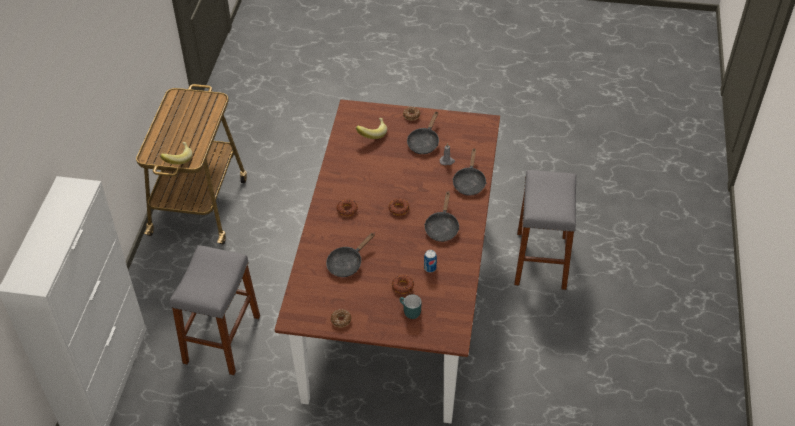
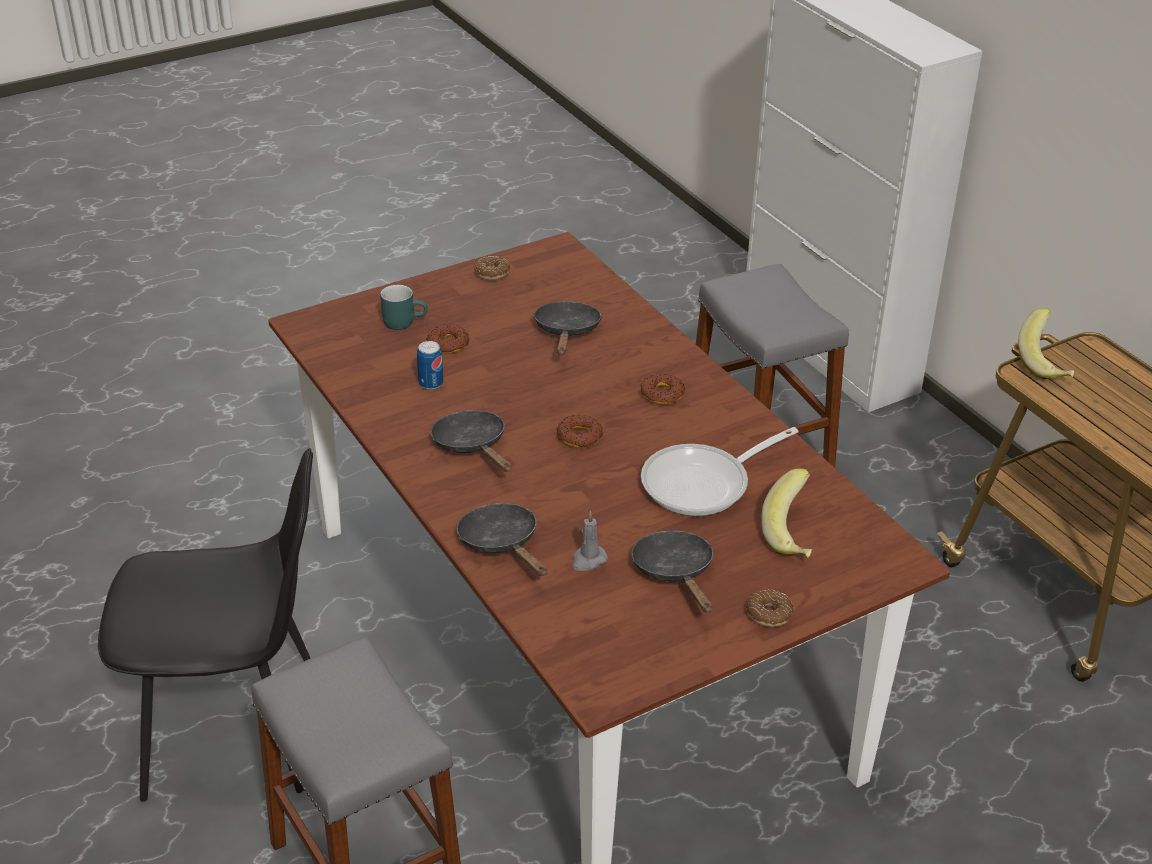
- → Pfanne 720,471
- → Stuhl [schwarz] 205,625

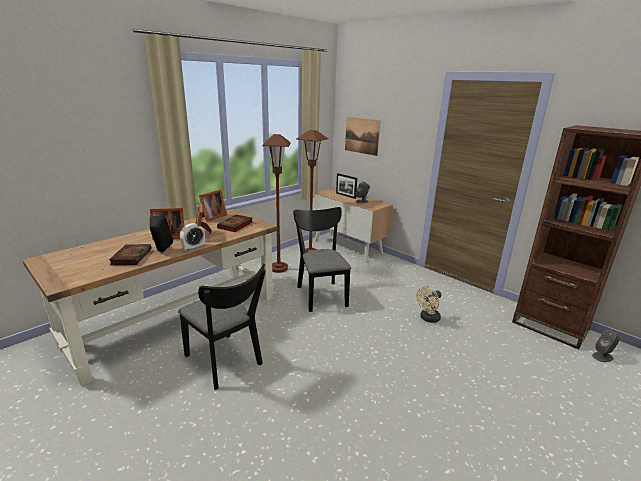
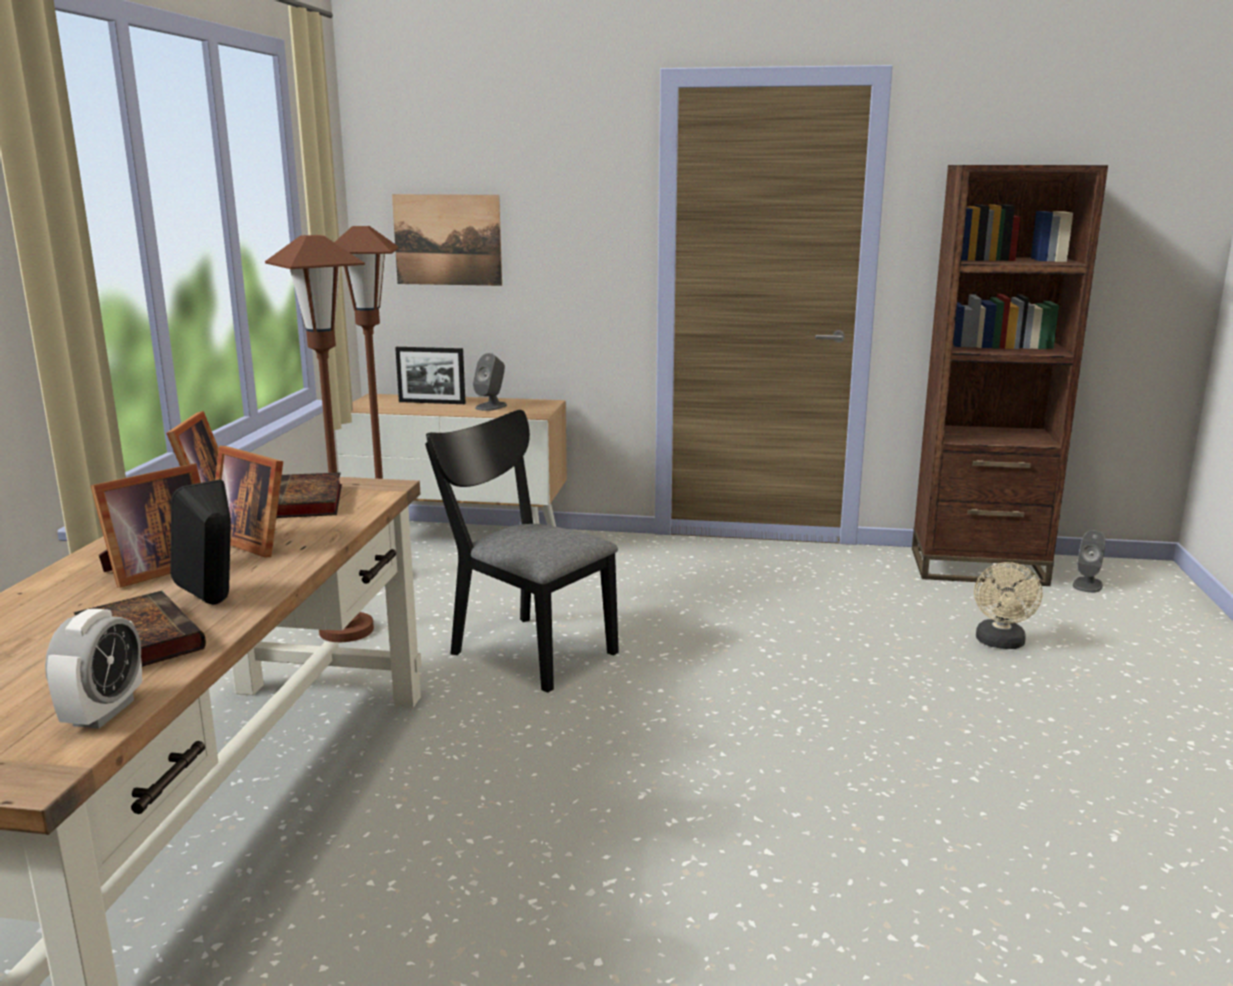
Wecker 192,237 → Wecker 93,669, moved
Stuhl [schwarz] 222,327 → -
Ventilator [beige] 428,304 → Ventilator [beige] 1008,605, moved

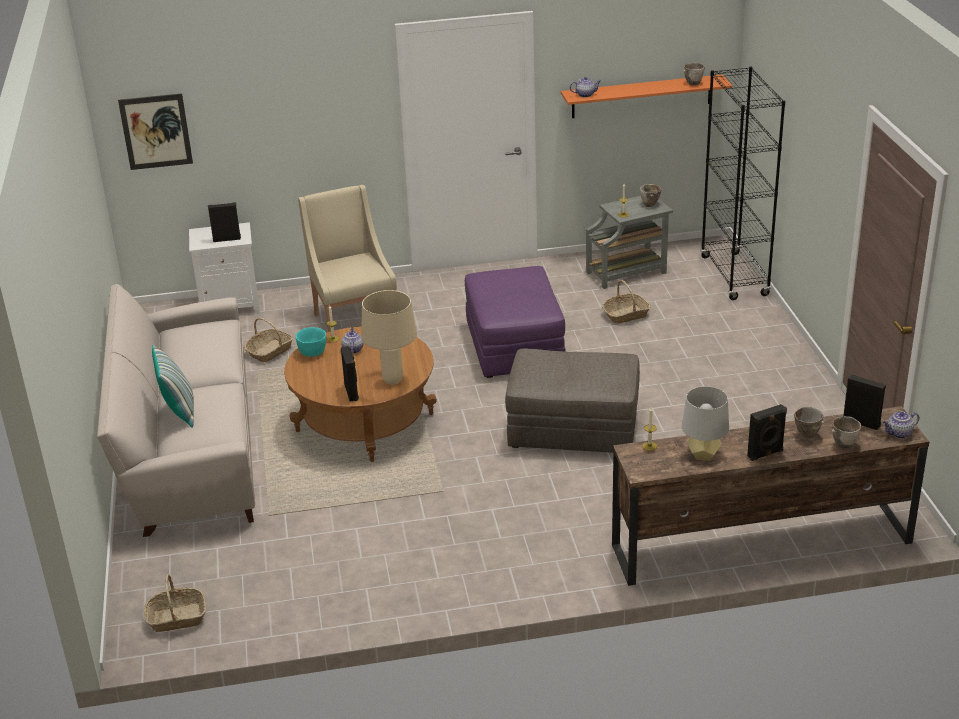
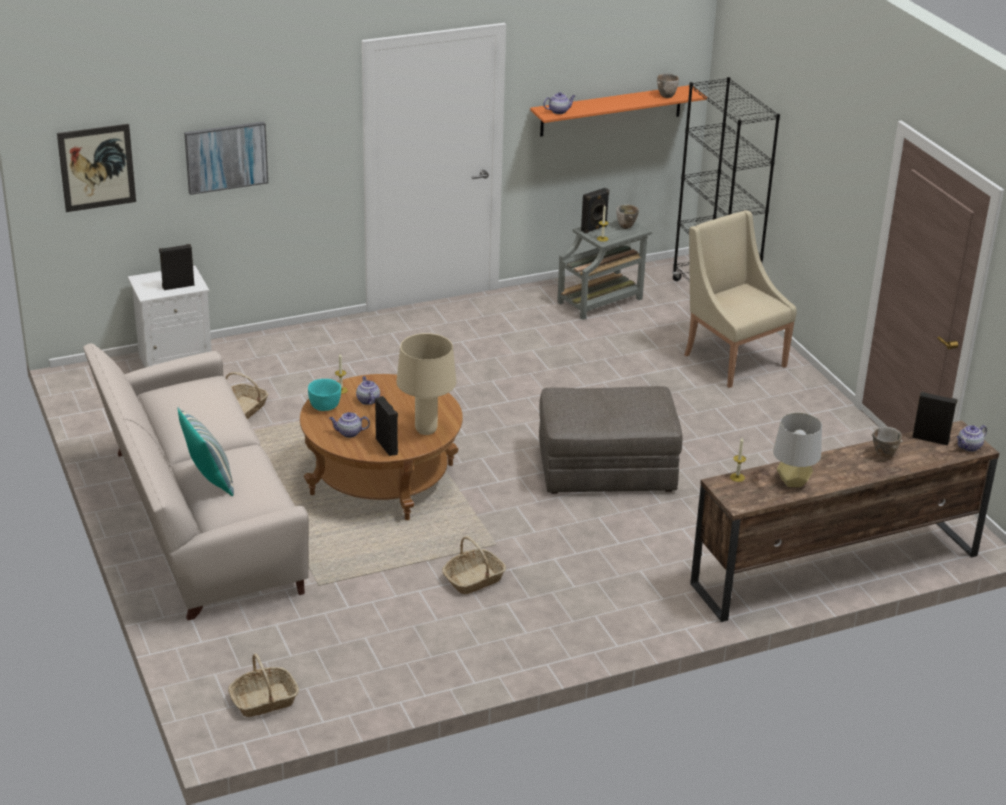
Sessel [beige] 347,258 → Sessel [beige] 740,299, moved
Polsterhocker [lila] 515,322 → -
Korb 626,302 → Korb 474,565, moved
Lautsprecher [schwarz] 767,432 → Lautsprecher [schwarz] 595,210, moved
Schüssel 846,432 → -
- → Bild 226,158
- → Teekanne 349,425

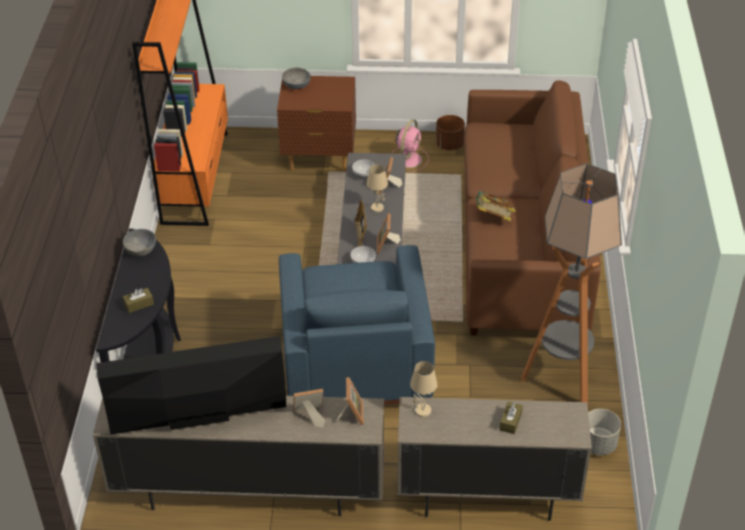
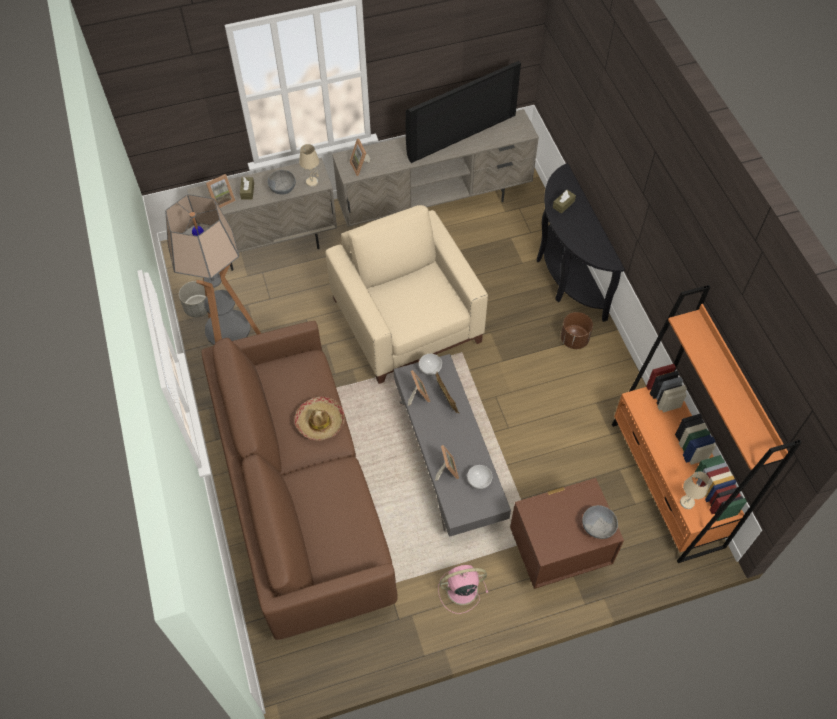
Pflanzkübel [braun] 450,132 → Pflanzkübel [braun] 577,330, moved
Ventilator [rosa] 410,145 → Ventilator [rosa] 463,589, 75 degrees clockwise
Tischlampe [beige] 377,188 → Tischlampe [beige] 694,490, moved
Buch 494,206 → Hut 319,419
Schüssel [grau] 139,243 → Schüssel [grau] 282,182, moved
Sessel [blau] 357,325 → Sessel [beige] 406,294
Bilderrahmen 309,408 → Bilderrahmen 221,191, moved

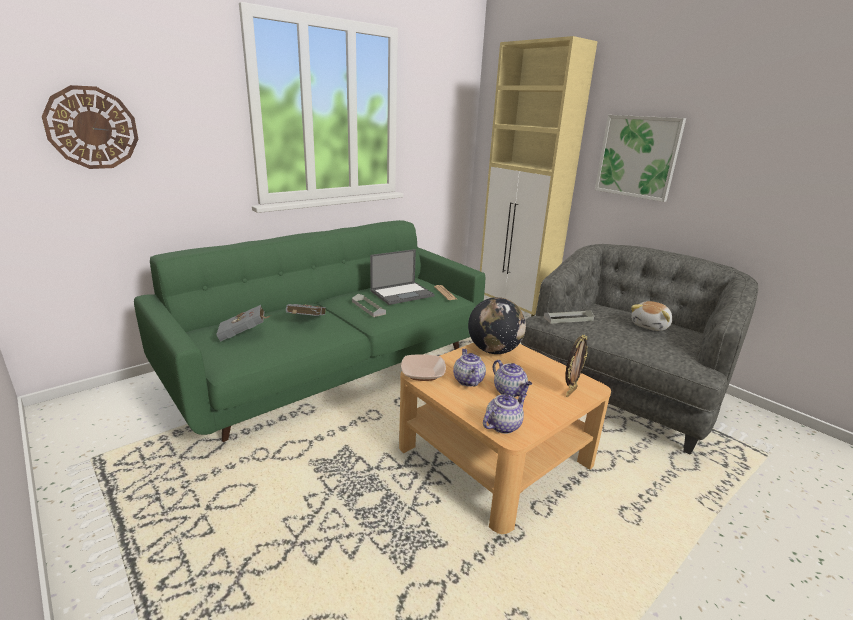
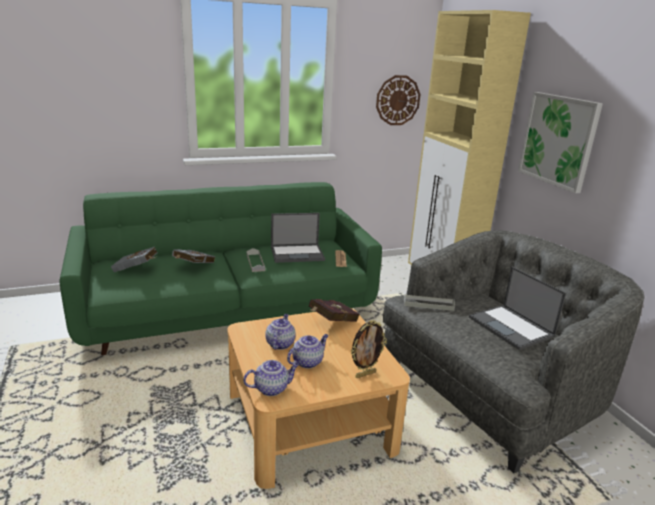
Wanduhr 90,127 → Wanduhr 398,100, moved
Globus 497,325 → Buch [rot] 334,310
Plüschtier 651,316 → Laptop 517,308
Schüssel 423,367 → -
Teekanne 512,378 → Teekanne 308,351, 120 degrees counterclockwise

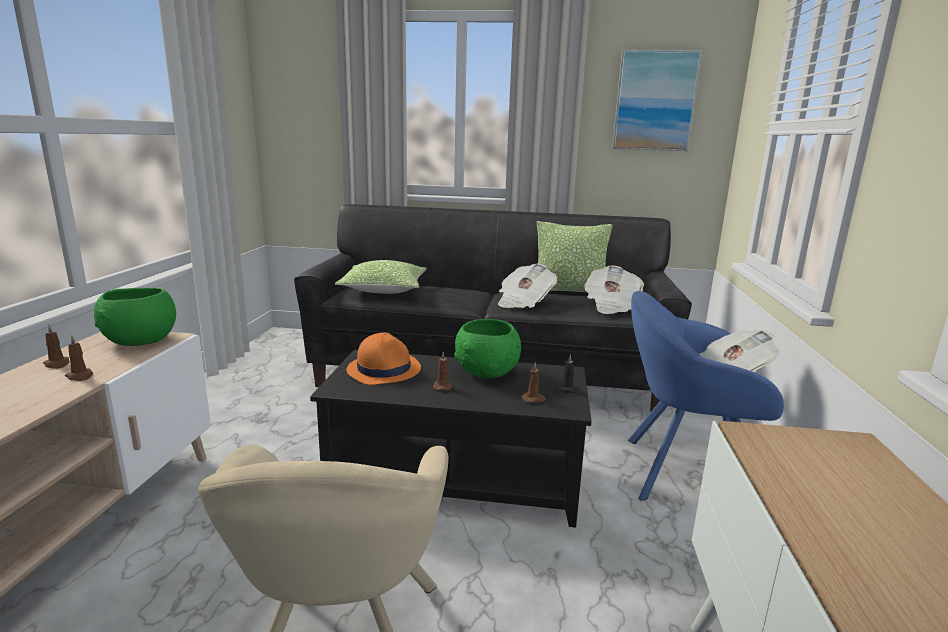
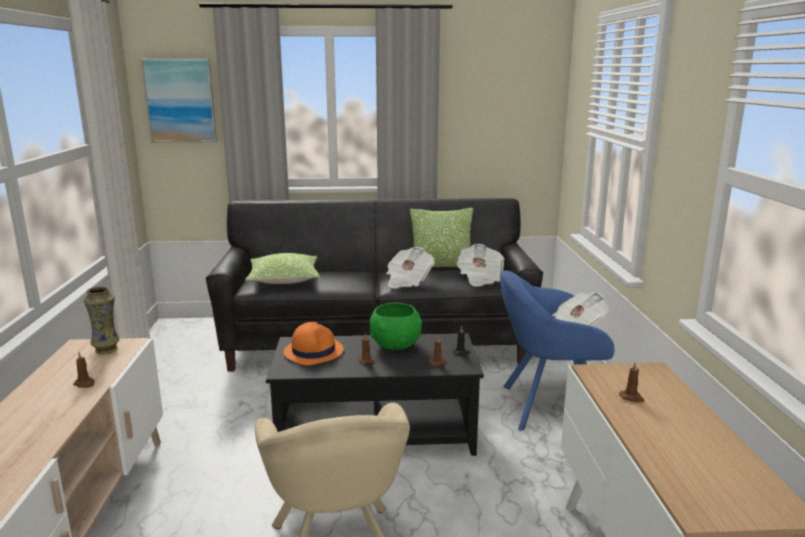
Bild 657,100 → Bild 179,100, moved
Schüssel [grün] 135,317 → Vase 101,320
Kerze [braun] 56,347 → Kerze [braun] 632,381, moved

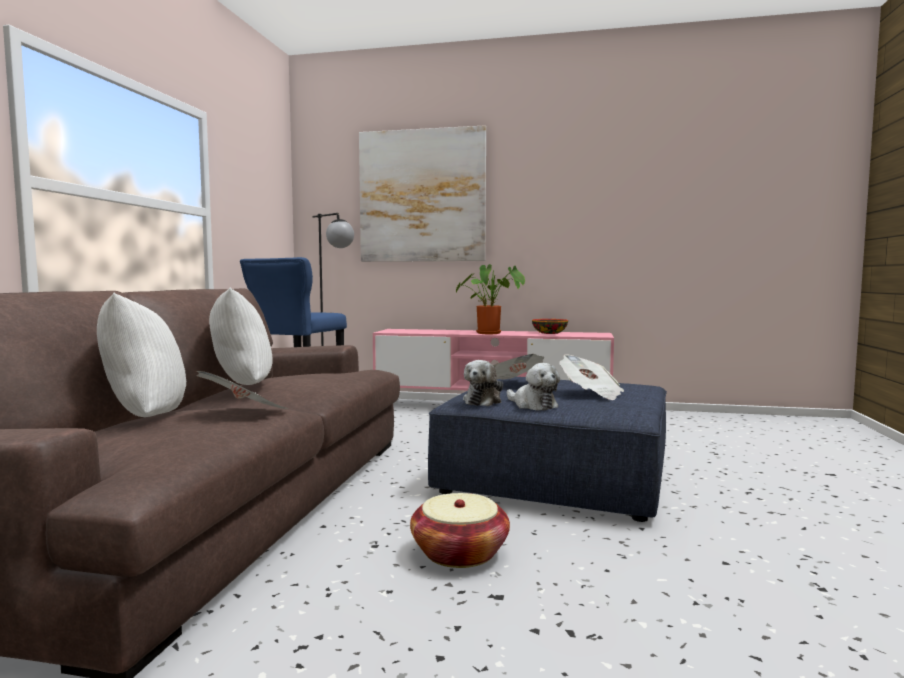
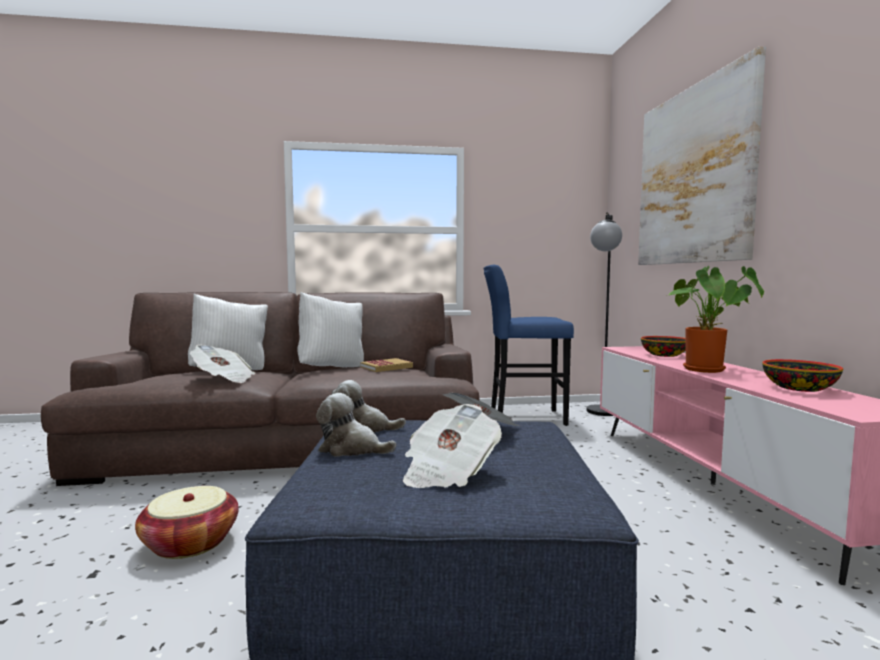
Plüschtier 533,386 → Plüschtier 356,425, 75 degrees clockwise
- → Schüssel 663,346
- → Buch 387,365

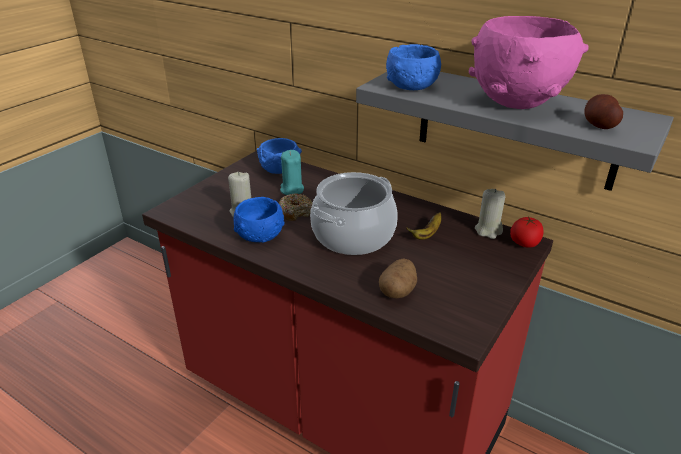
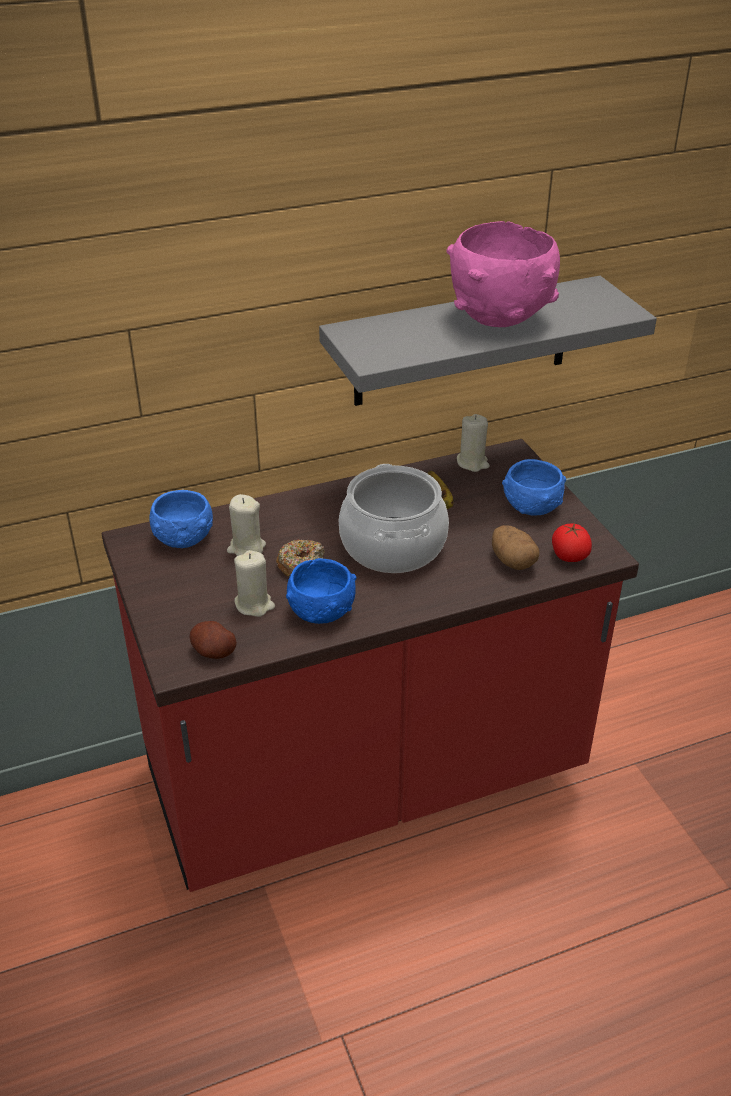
Schüssel [blau] 413,67 → Schüssel [blau] 534,487, moved
Kartoffel 603,111 → Kartoffel 213,640, moved
Kerze [türkis] 292,172 → Kerze [beige] 246,525
Tomate 527,232 → Tomate 572,542, moved

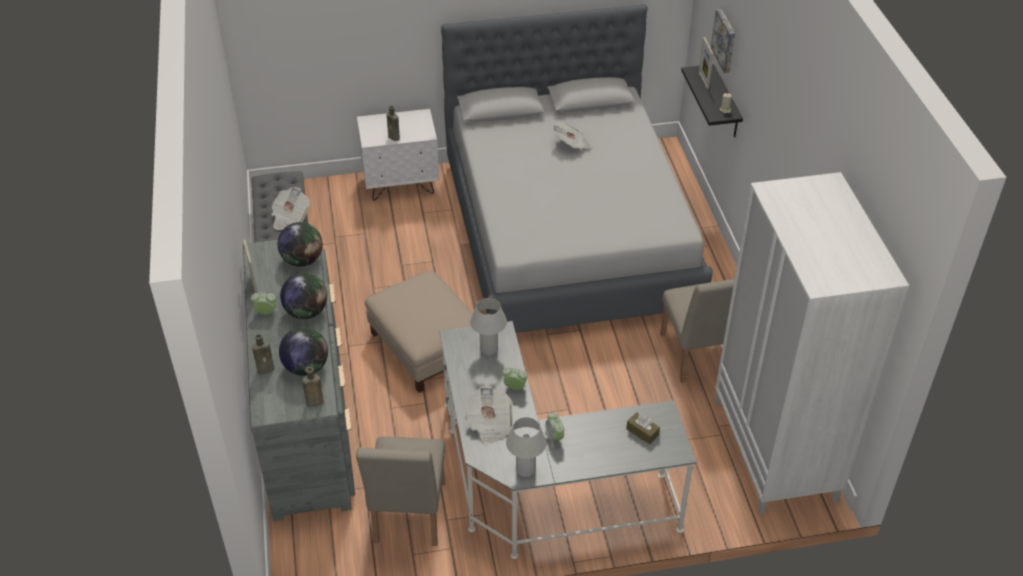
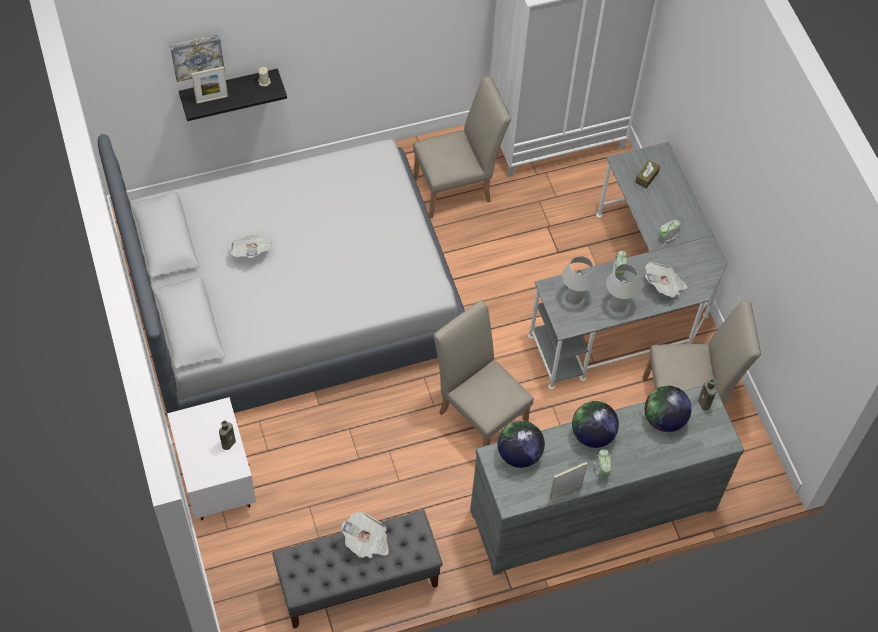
Polsterhocker [beige] 419,331 → Stuhl [beige] 484,373
Flasche [braun] 263,354 → -
Tischlampe [weiß] 526,447 → Tischlampe [weiß] 623,287, moved

